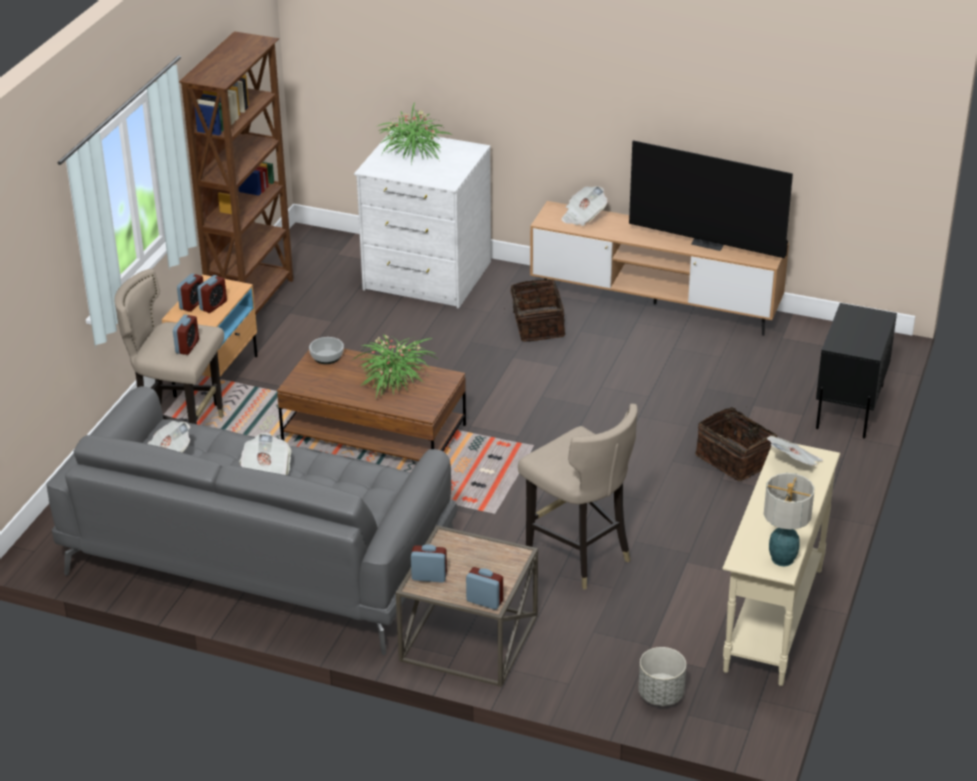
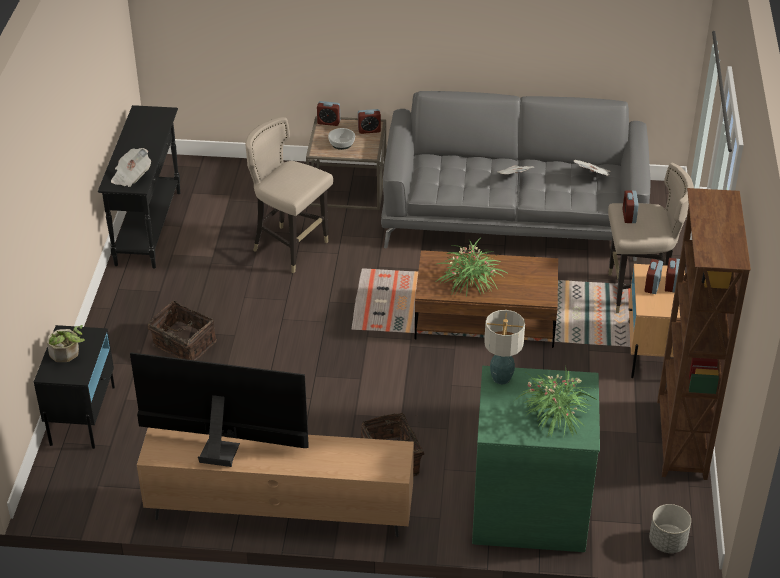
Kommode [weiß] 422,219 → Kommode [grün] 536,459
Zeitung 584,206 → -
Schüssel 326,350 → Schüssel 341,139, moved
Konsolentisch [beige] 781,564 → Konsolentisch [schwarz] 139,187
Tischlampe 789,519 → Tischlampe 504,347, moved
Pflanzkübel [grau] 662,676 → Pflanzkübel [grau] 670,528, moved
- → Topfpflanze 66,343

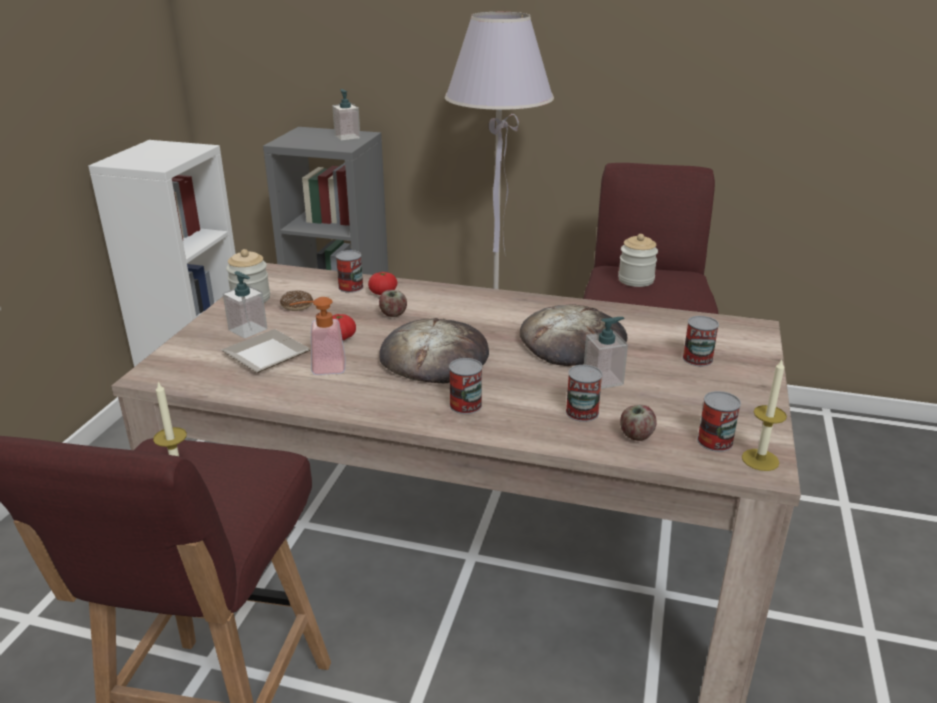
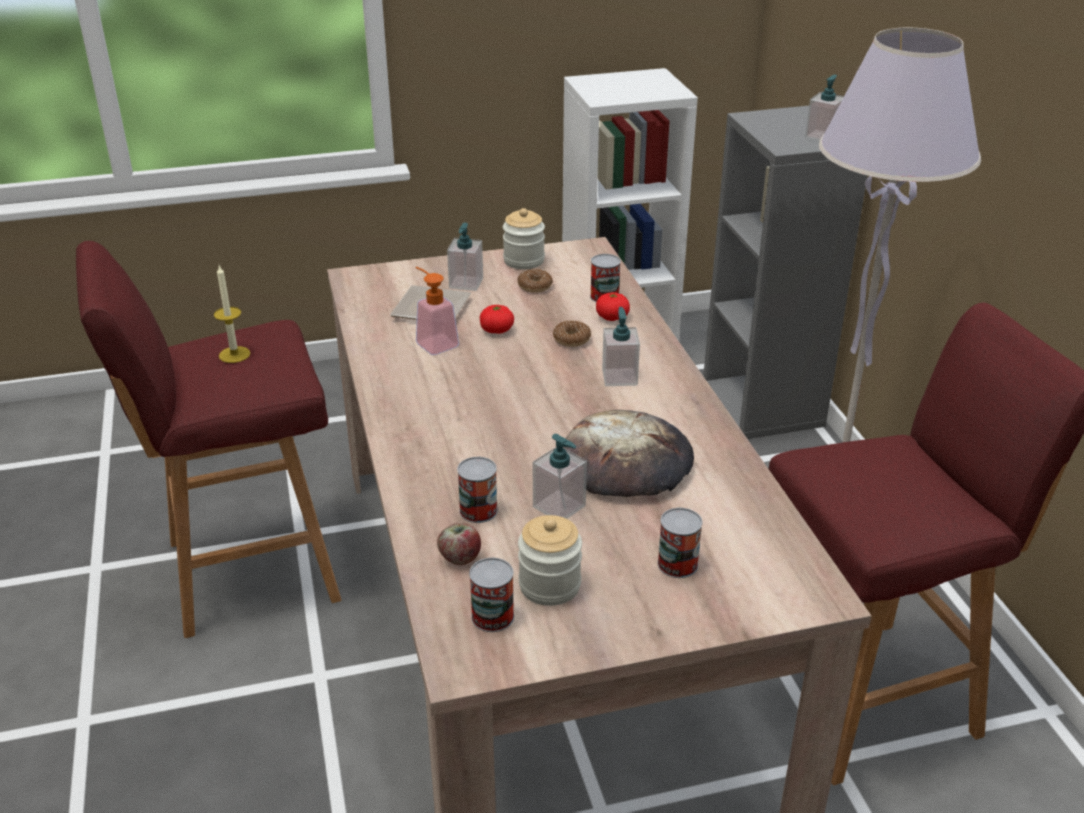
Vorratsglas 638,260 → Vorratsglas 550,560, moved
Apfel 393,303 → Donut 572,334
Brot 434,350 → -
Dose 465,386 → -
Kerze 764,415 → -
- → Seifenspender 621,346

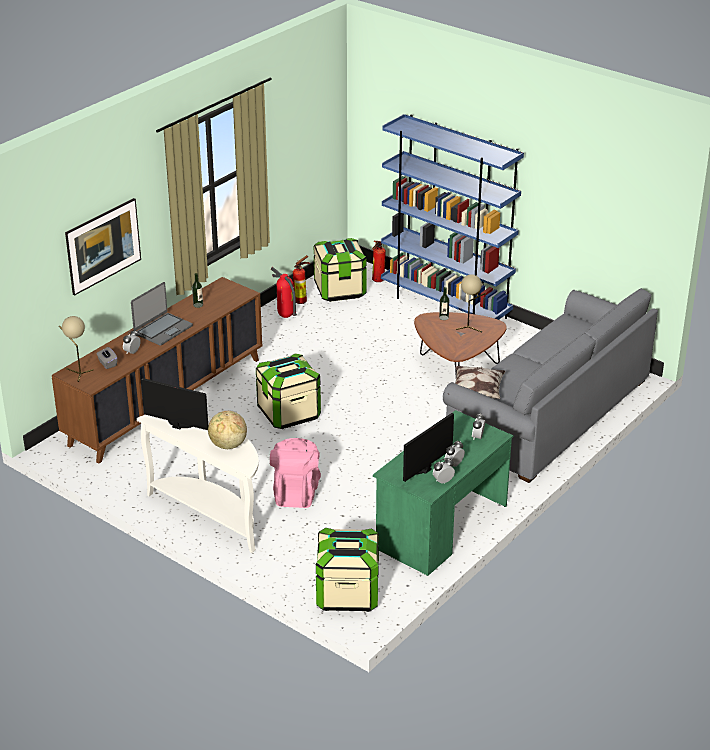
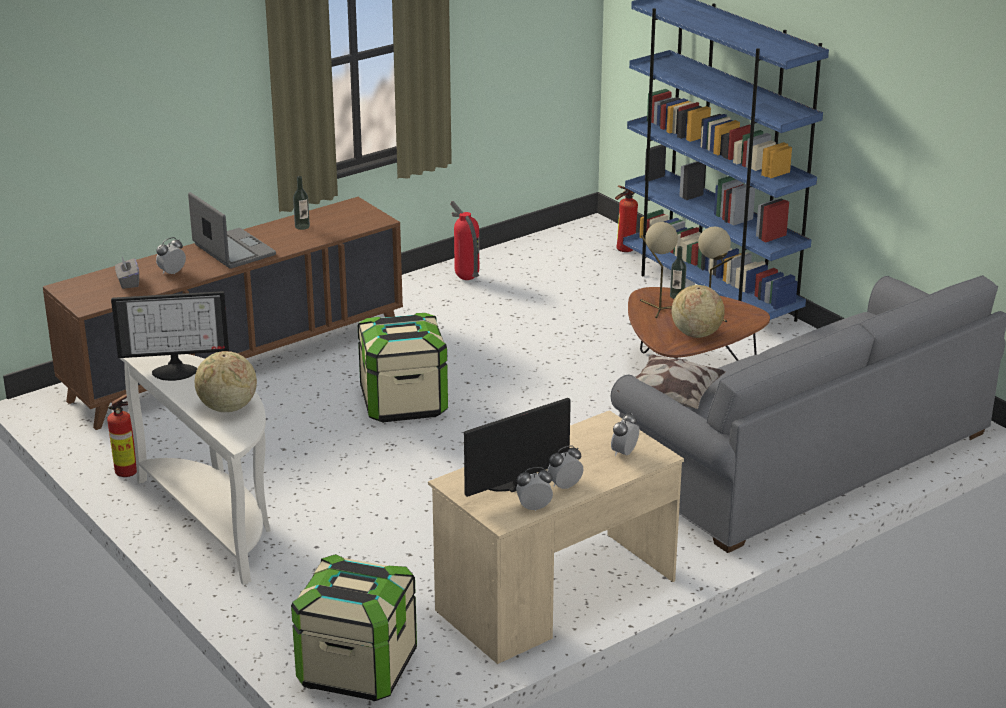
Bild 103,247 → -
Aufbewahrungsbox 340,270 → -
Feuerlöscher 301,279 → Feuerlöscher 122,435, moved
Laptop 162,314 → Laptop 232,230, 90 degrees counterclockwise
Tischlampe [beige] 76,349 → Tischlampe [beige] 659,270, moved
Monitor 174,404 → Monitor 170,336, 135 degrees clockwise
Schreibtisch [grün] 443,493 → Schreibtisch [beige] 556,537
Rucksack [rosa] 295,473 → -
- → Globus 698,311

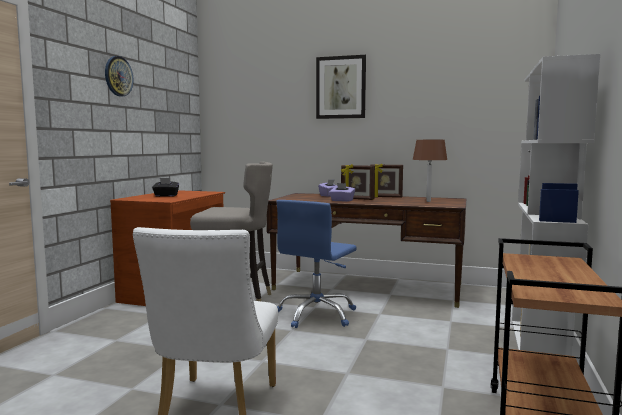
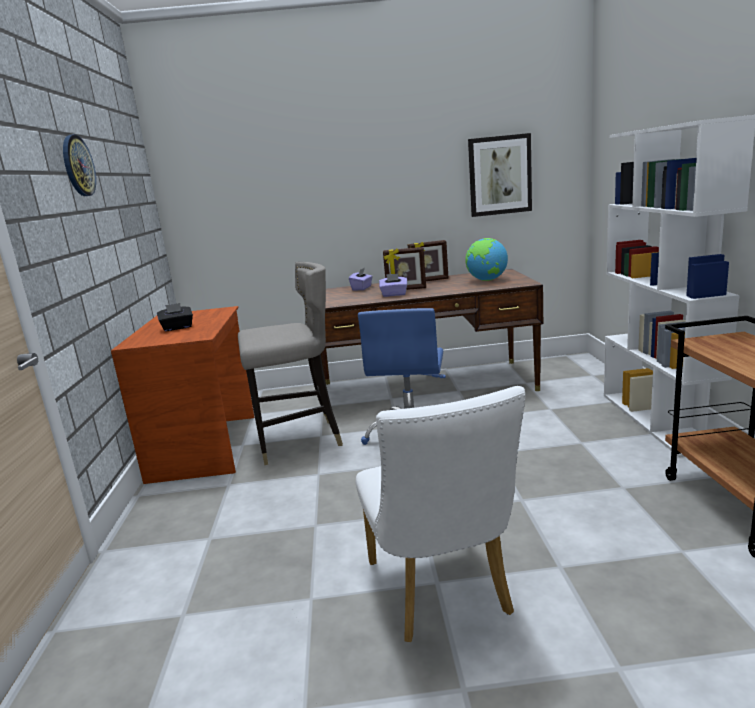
Bild 341,87 → Bild 500,175, moved
Tischlampe [braun] 430,171 → Globus 486,259

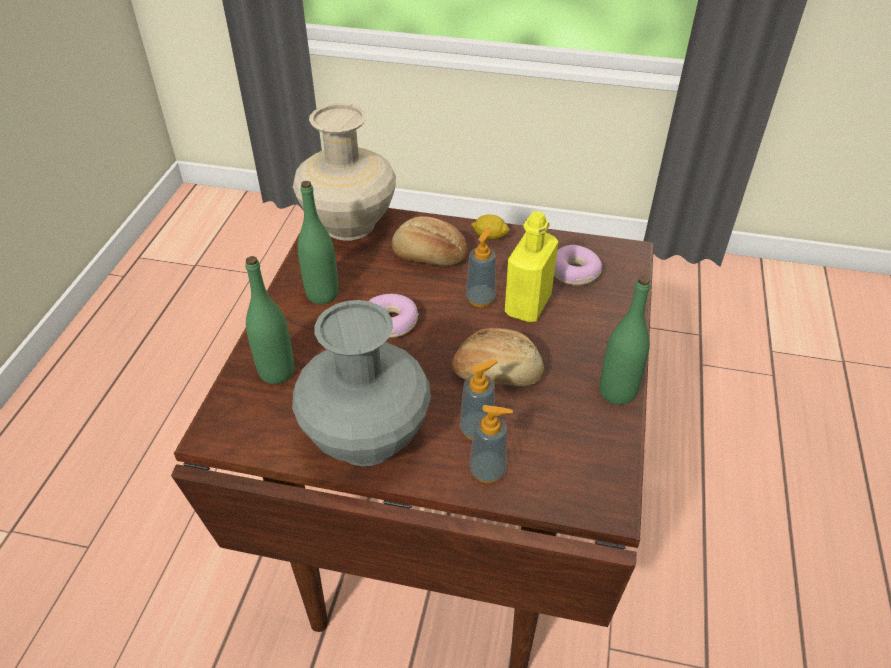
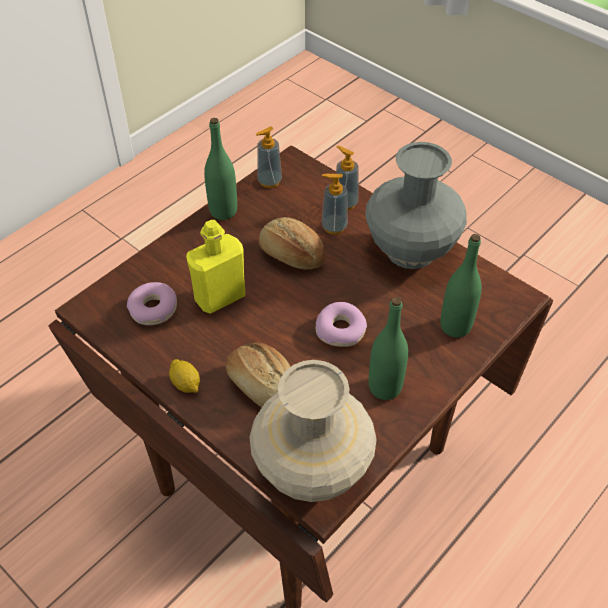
Seifenspender 481,267 → Seifenspender 269,157, moved

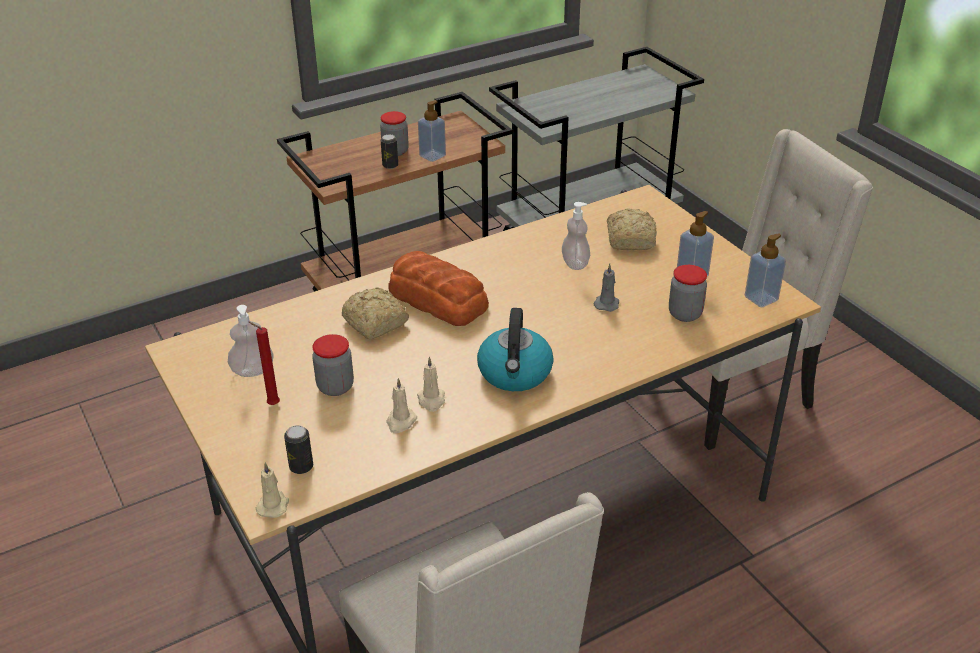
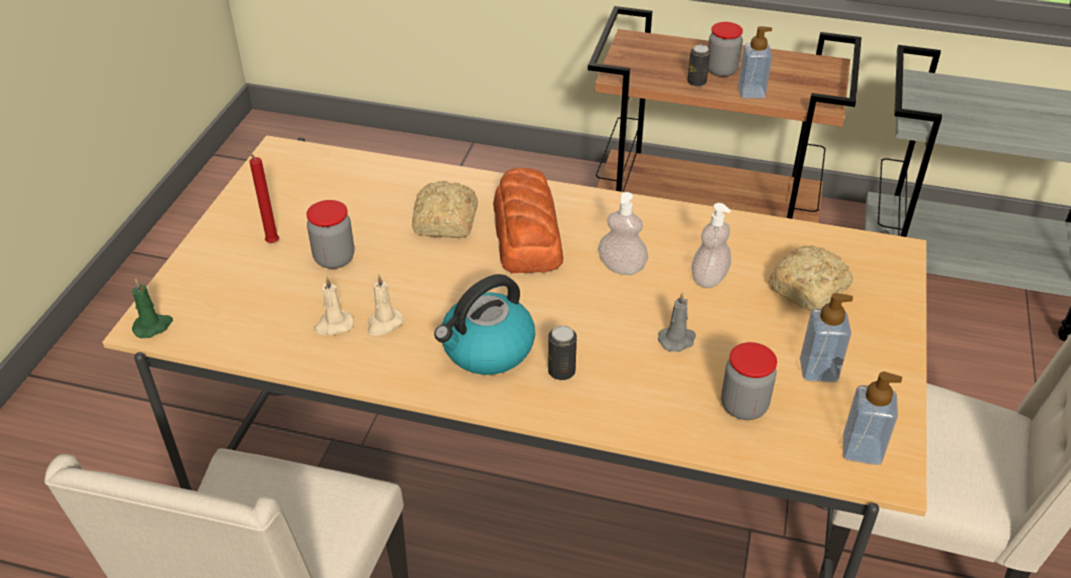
Seifenspender 251,341 → Seifenspender 623,233, moved
Dose 298,449 → Dose 562,352, moved
Kerze [beige] 272,490 → Kerze [grün] 152,308

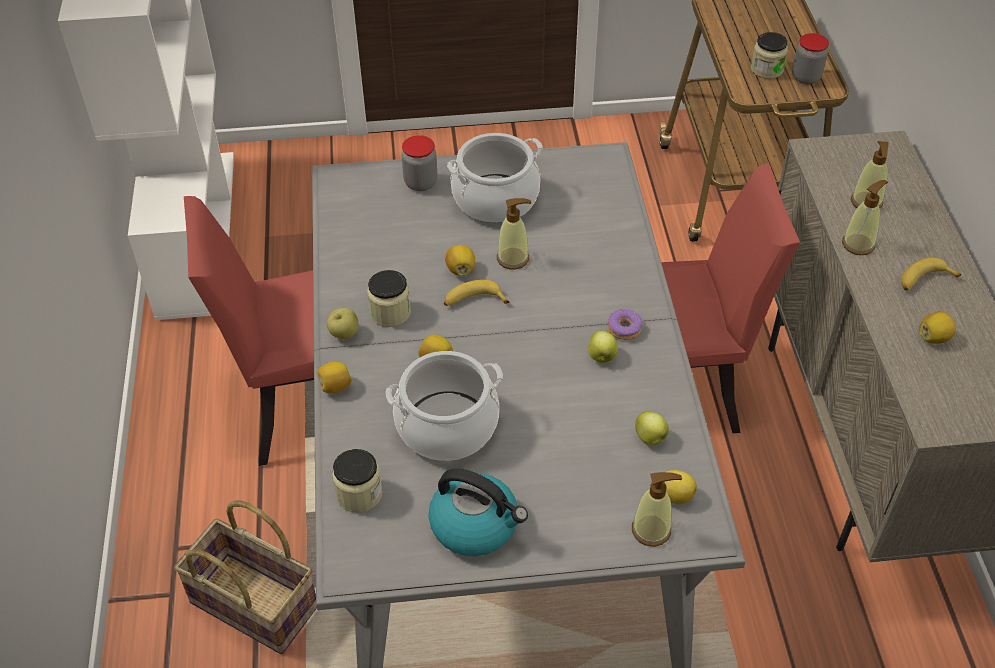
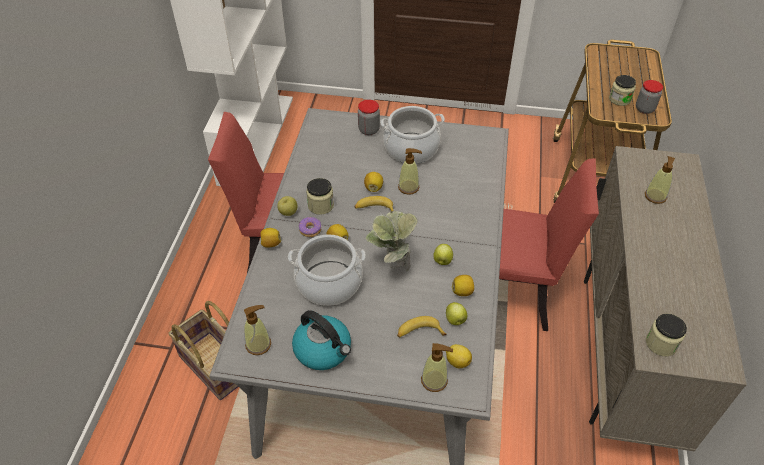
Seifenspender 865,217 → Seifenspender 257,330, moved
Banane 931,274 → Banane 422,326, moved
Donut 625,324 → Donut 310,227, moved
Zitrone 937,328 → Zitrone 463,285, moved
Vorratsglas 357,481 → Vorratsglas 666,335, moved
- → Topfpflanze 392,241

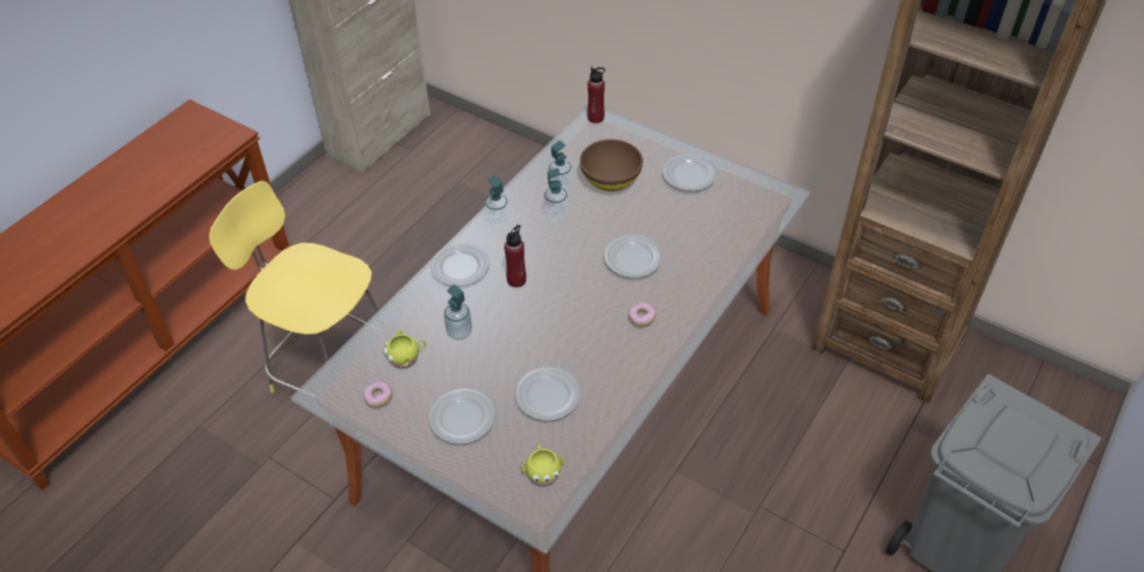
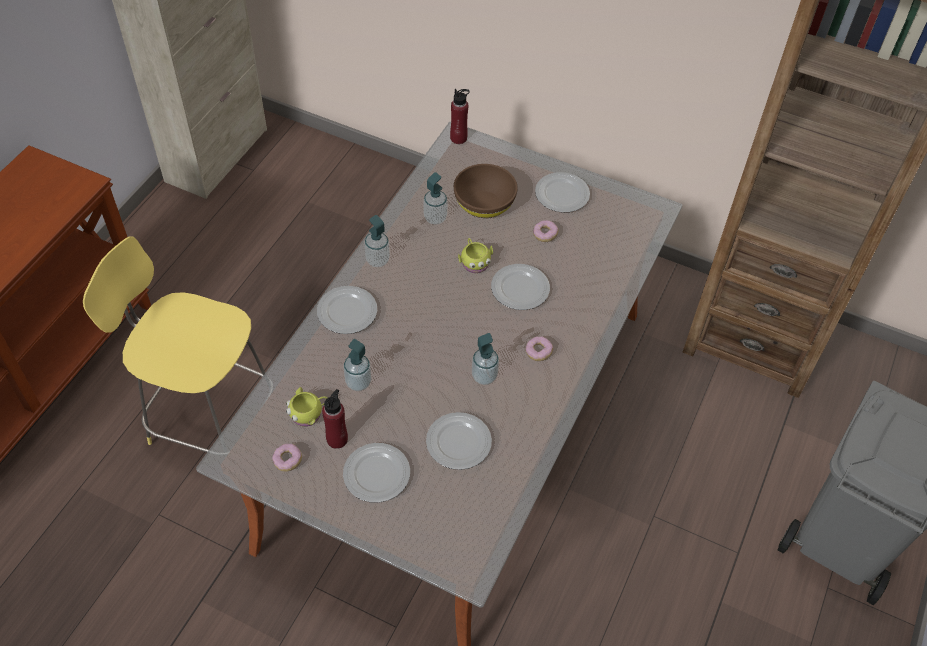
Seifenspender 556,195 → Seifenspender 485,359, moved
Flasche [rot] 515,256 → Flasche [rot] 335,419, moved
Henkelbecher [gelb] 543,464 → Henkelbecher [gelb] 475,255, moved
- → Donut 546,231

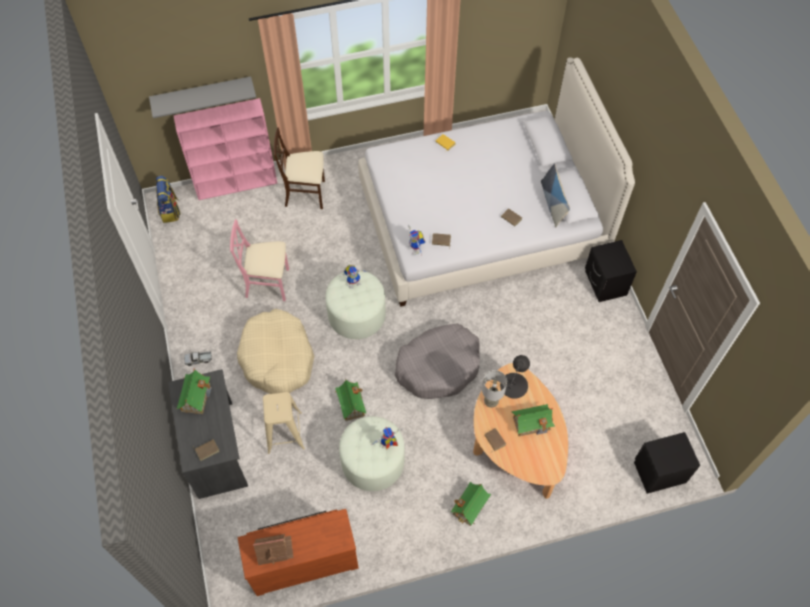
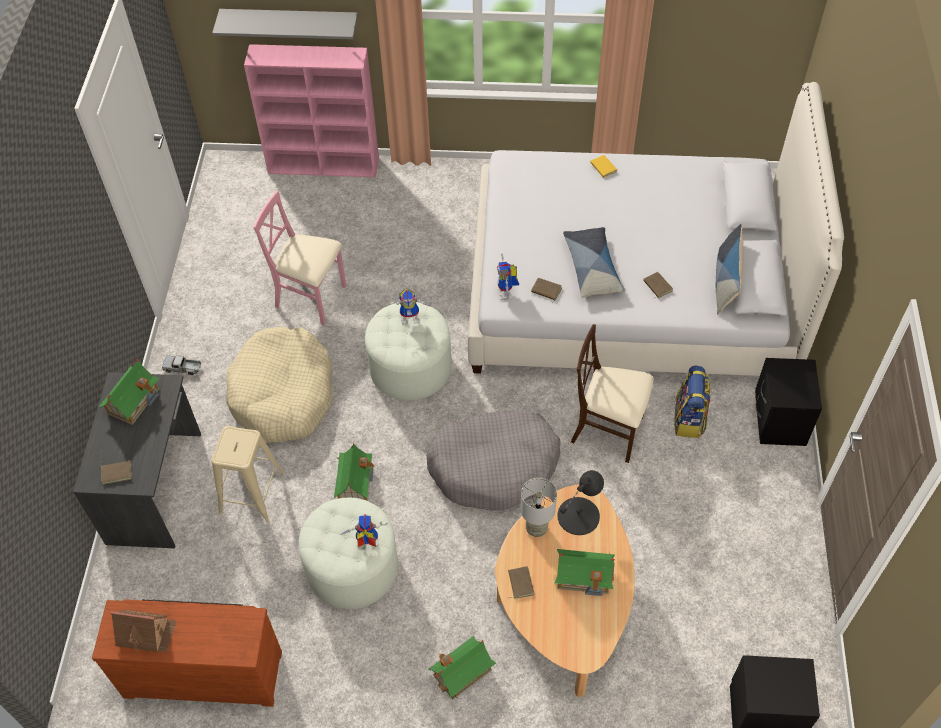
Stuhl [beige] 299,168 → Stuhl [beige] 612,393, moved
Rucksack 168,199 → Rucksack 692,402, moved
- → Kissen 594,262

